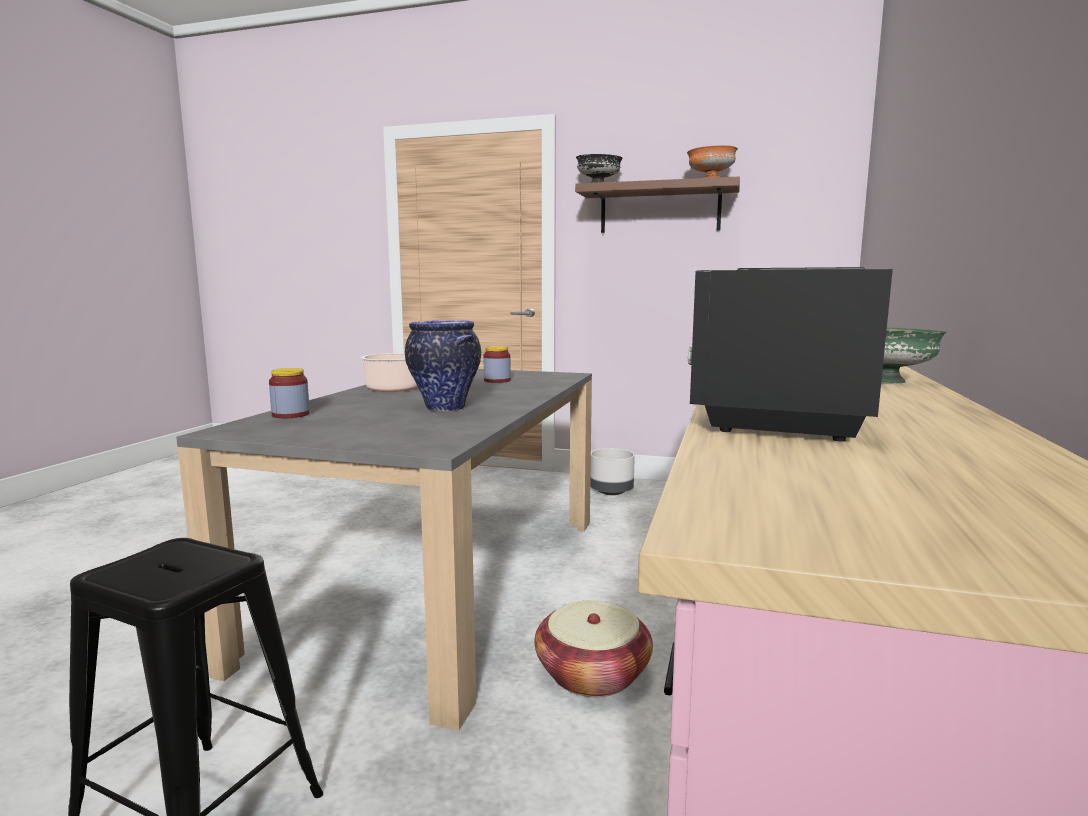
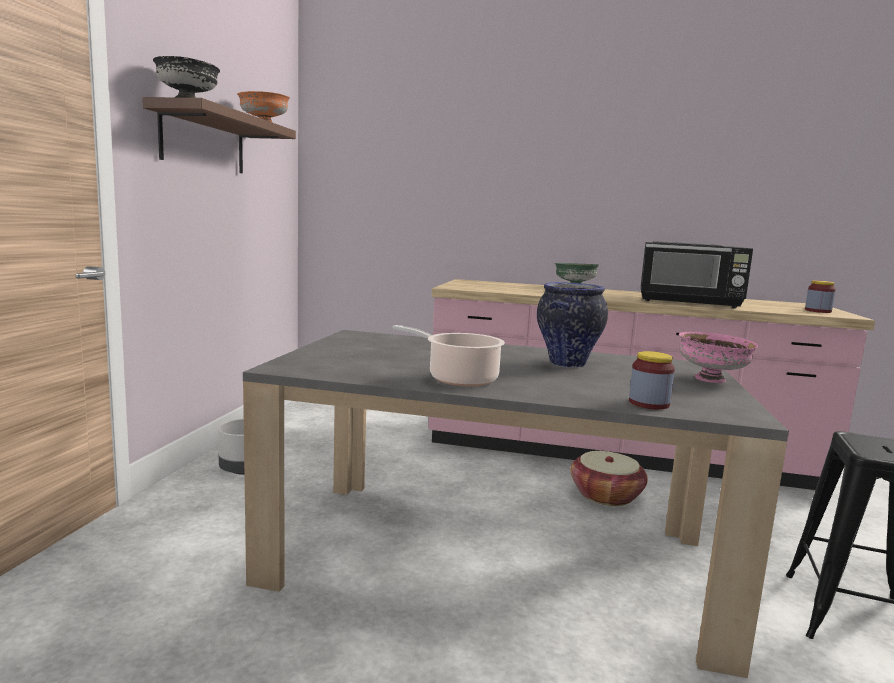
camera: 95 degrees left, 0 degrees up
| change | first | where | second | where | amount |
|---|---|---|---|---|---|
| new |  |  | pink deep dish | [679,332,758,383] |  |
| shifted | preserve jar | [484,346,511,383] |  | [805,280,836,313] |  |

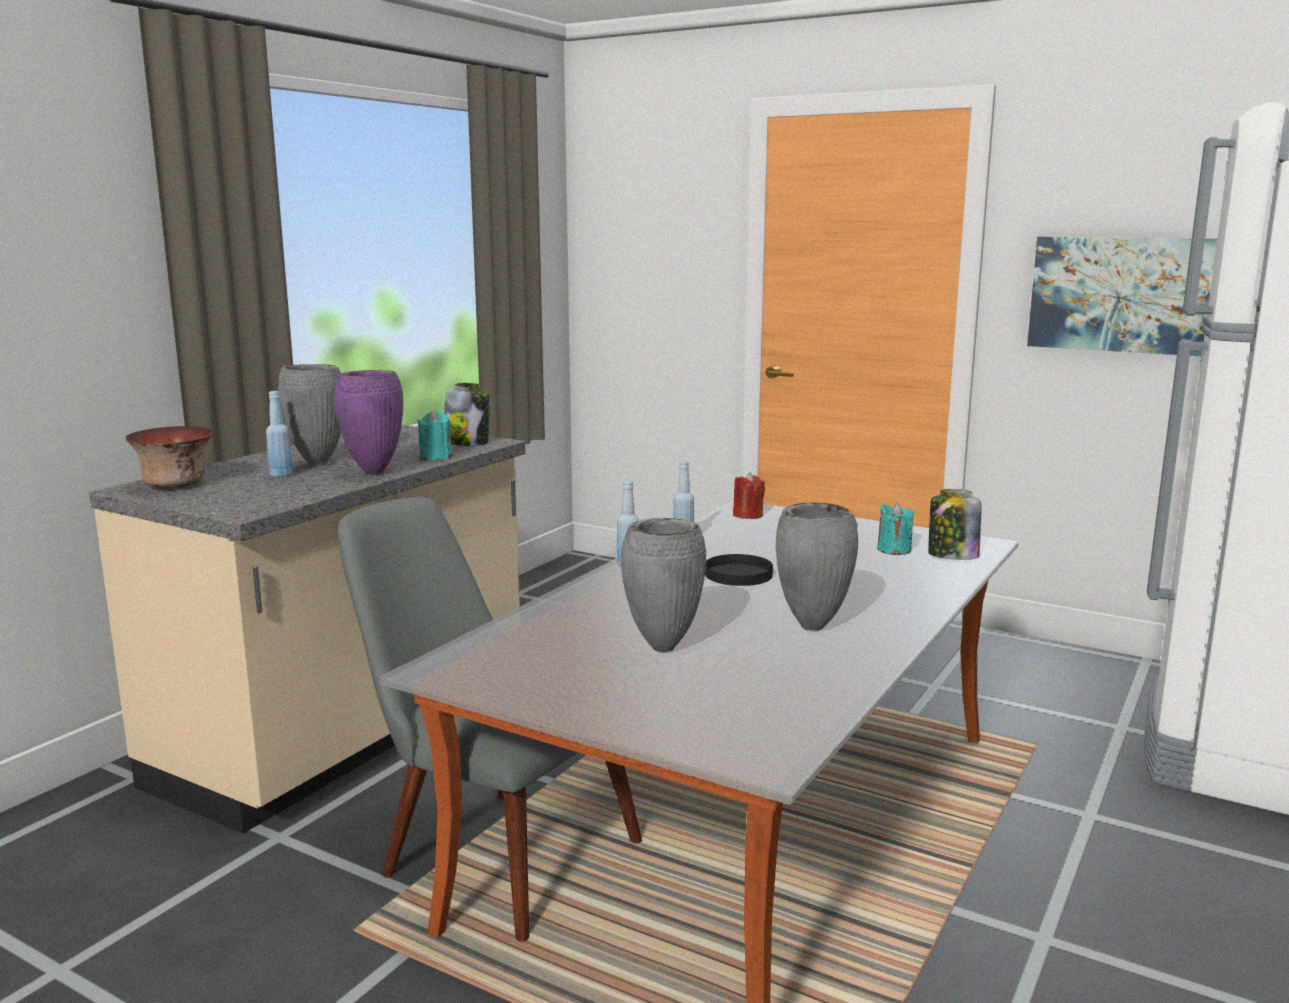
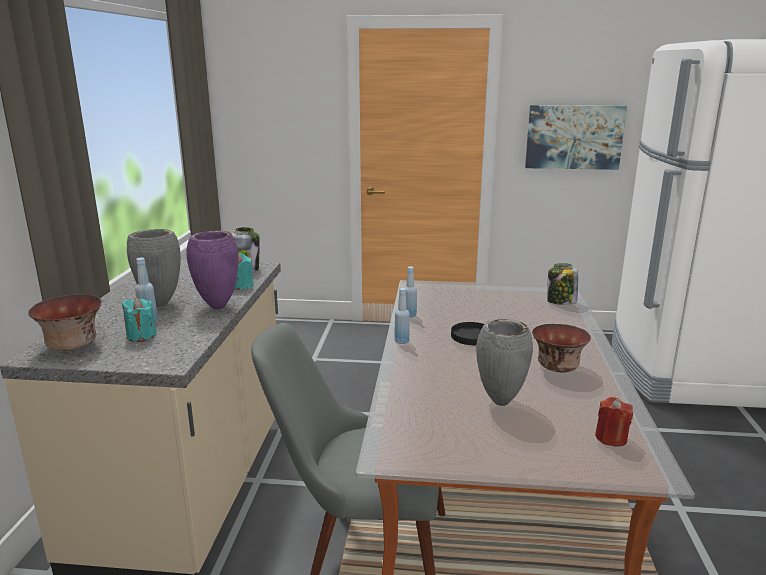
camera: 25 degrees left, 5 degrees up
| change | first | where | second | where | amount |
|---|---|---|---|---|---|
| shifted | blue-green wax light | [877,503,913,555] |  | [122,298,157,342] |  |
| swapped | grey decorative vase | [776,503,858,631] | deep dish | [532,324,591,372] |  |
| shifted | red-coloured wax light | [733,473,765,519] |  | [595,397,633,447] |  |

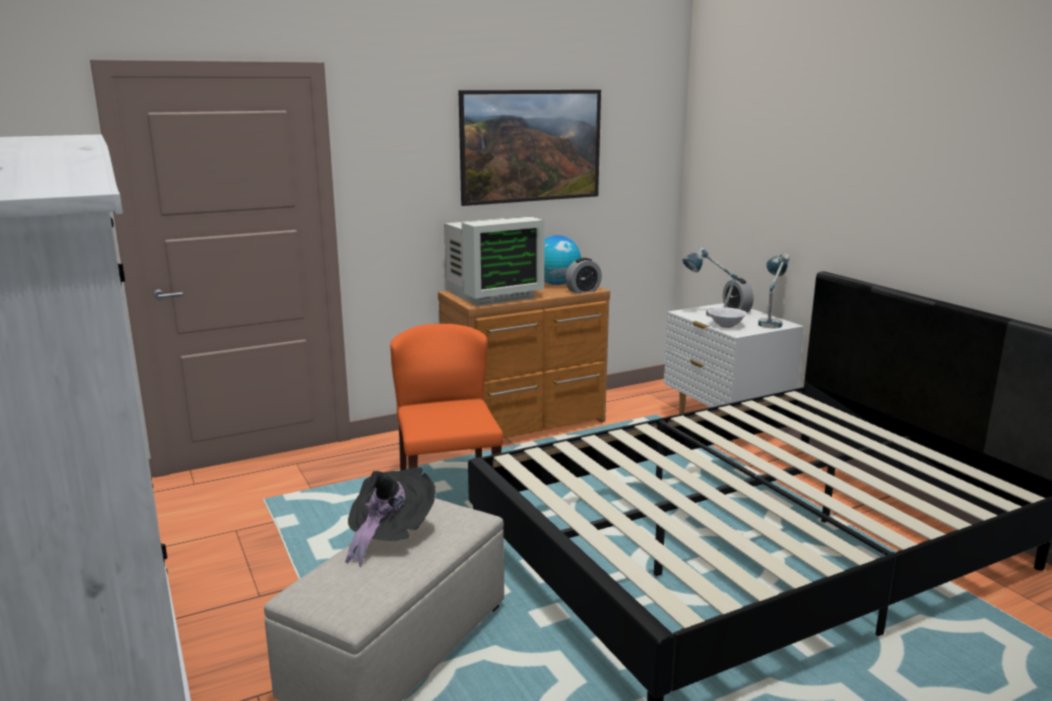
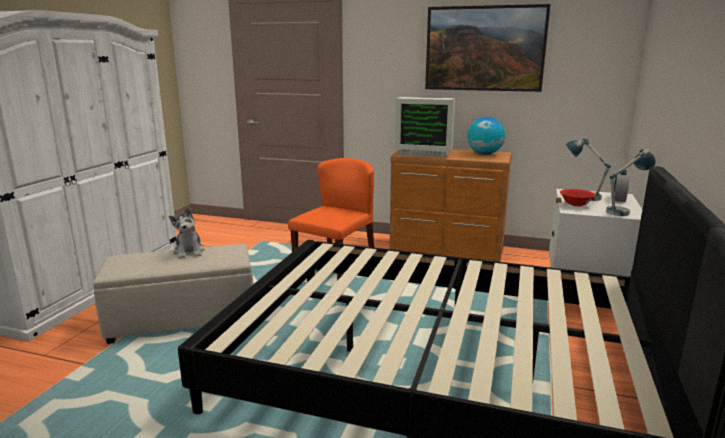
camera: 45 degrees right, 0 degrees up
| change | first | where | second | where | amount |
|---|---|---|---|---|---|
| swapped | blackish wearable hat | [345,467,436,567] | cuddly toy | [169,208,205,259] |  |
| repainted | white-coloured deep dish | [708,307,747,328] | red-coloured deep dish | [560,189,596,207] |  |
| gone | bedside clock | [565,258,602,294] |  |  |  |

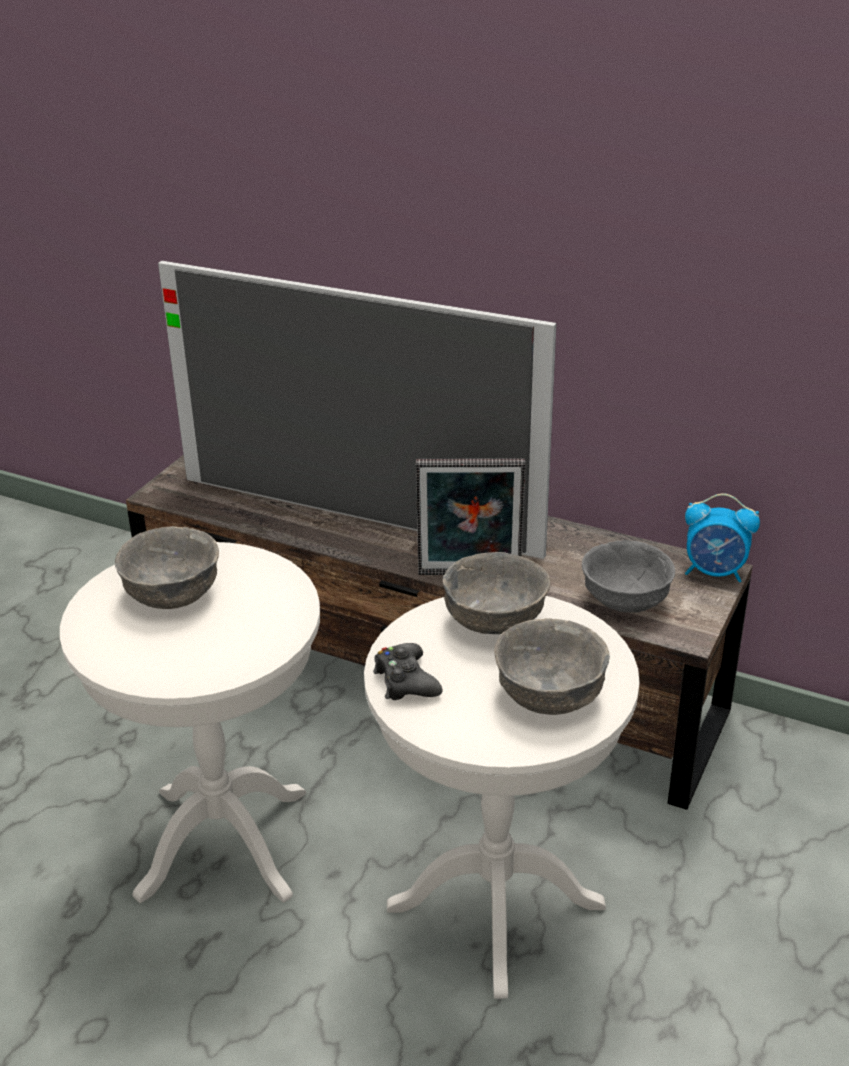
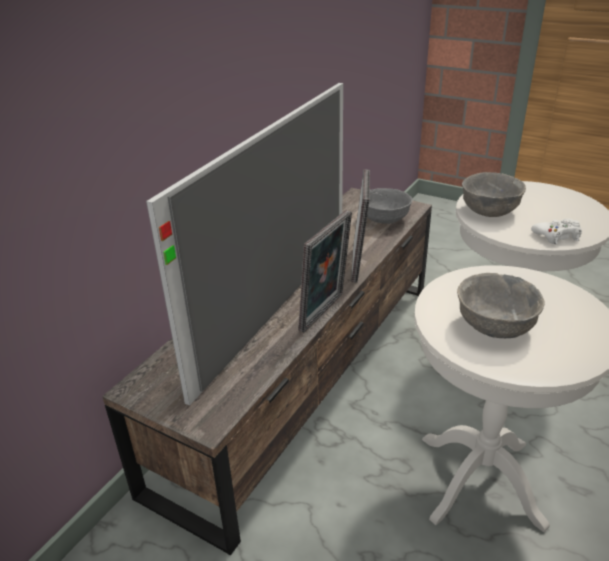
camera: 85 degrees left, 0 degrees up
| change | first | where | second | where | amount |
|---|---|---|---|---|---|
| new |  |  | standing frame | [298,210,352,332] |  |
| repainted | blackish game controller | [373,643,443,700] | white-coloured game controller | [531,219,582,245] |  |
| gone | grey deep dish | [494,618,610,715] |  |  |  |
| gone | bedside clock | [685,494,760,582] |  |  |  |

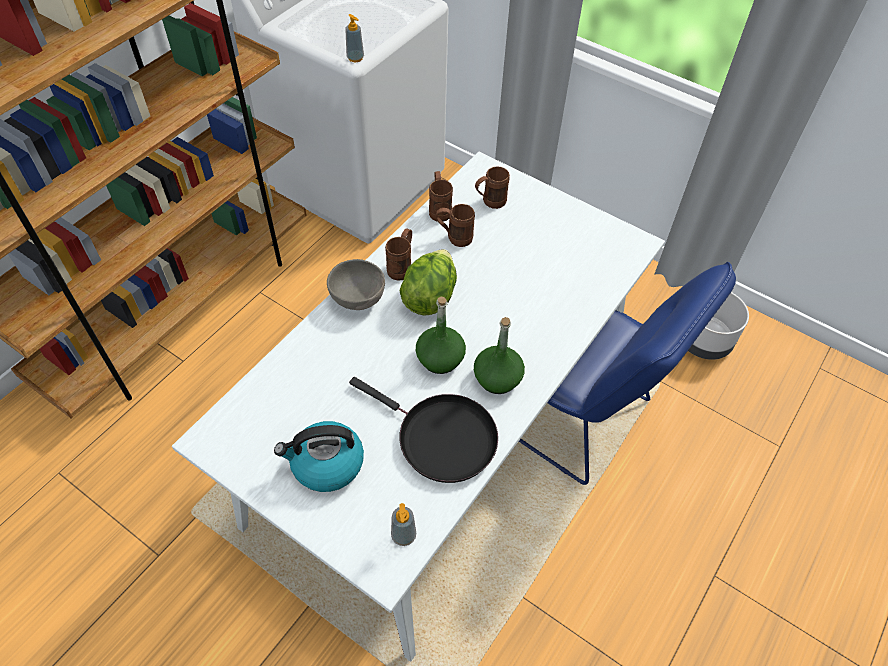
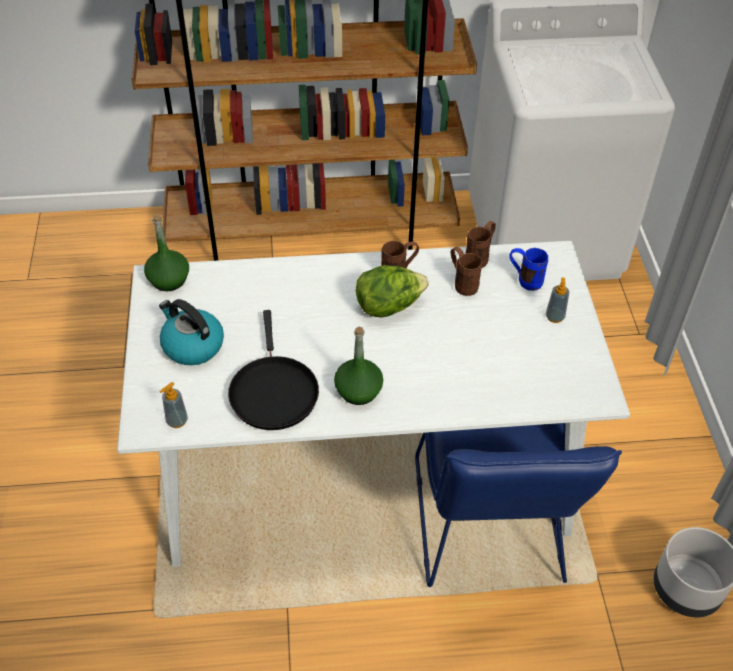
camera: 50 degrees right, 5 degrees down
| change | first | where | second | where | amount |
|---|---|---|---|---|---|
| shifted | green bottle | [416,297,466,374] |  | [144,214,189,291] |  |
| repainted | brown tea mug | [475,166,510,209] | blue-coloured tea mug | [509,248,548,291] |  |
| shifted | liquid soap bottle | [345,14,364,62] |  | [546,277,569,323] |  |
| gone | grey deep dish | [327,259,385,310] |  |  |  |

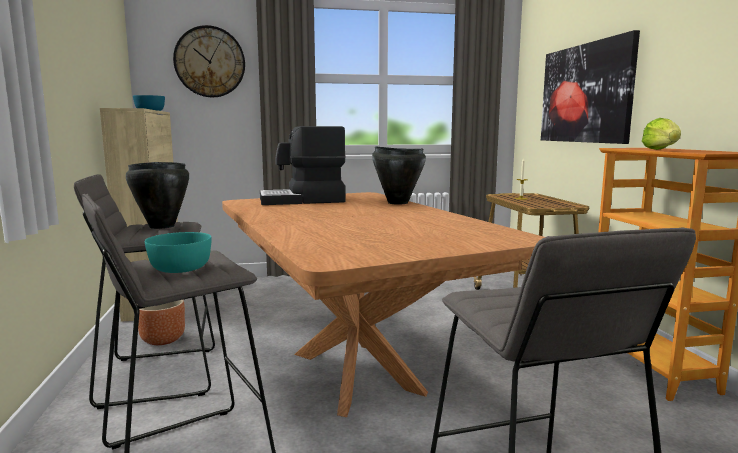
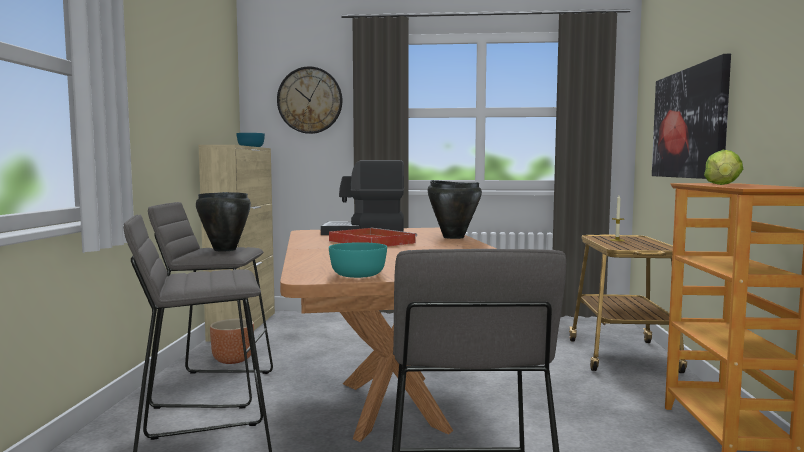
camera: 15 degrees right, 5 degrees down
| change | first | where | second | where | amount |
|---|---|---|---|---|---|
| new |  |  | red-coloured carrying tray | [329,228,417,247] |  |
| shifted | blue-green deep dish | [145,232,212,273] |  | [329,242,387,278] |  |

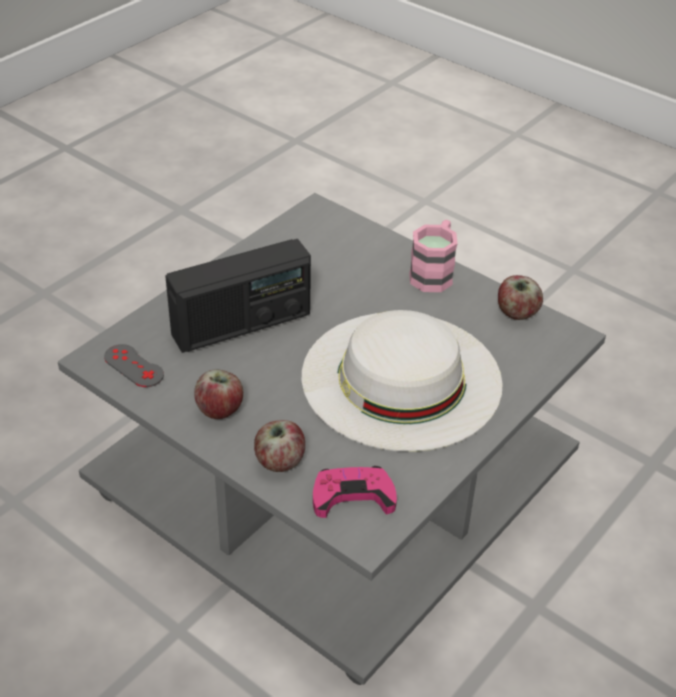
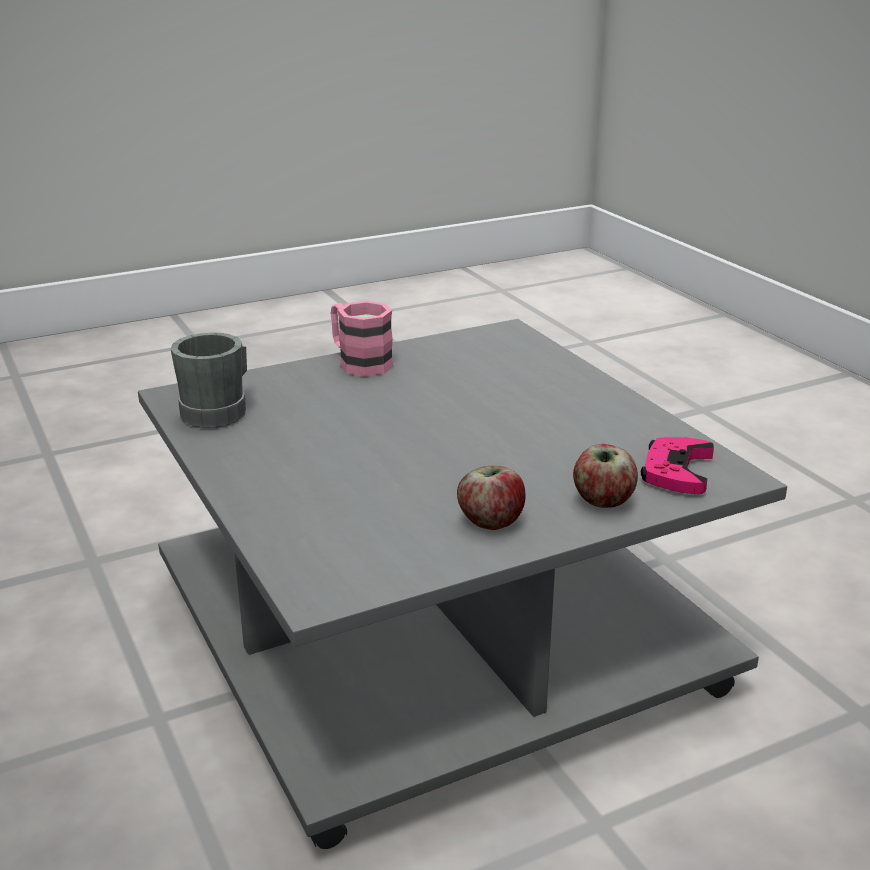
camera: 65 degrees left, 15 degrees down
| change | first | where | second | where | amount |
|---|---|---|---|---|---|
| new |  |  | grey tea mug | [171,332,247,428] |  |
| gone | grey game controller | [104,344,164,387] |  |  |  |
| gone | radio set | [165,239,311,353] |  |  |  |
| gone | white-coloured wearable hat | [301,310,503,452] |  |  |  |
| gone | apple fruit | [498,275,543,320] |  |  |  |

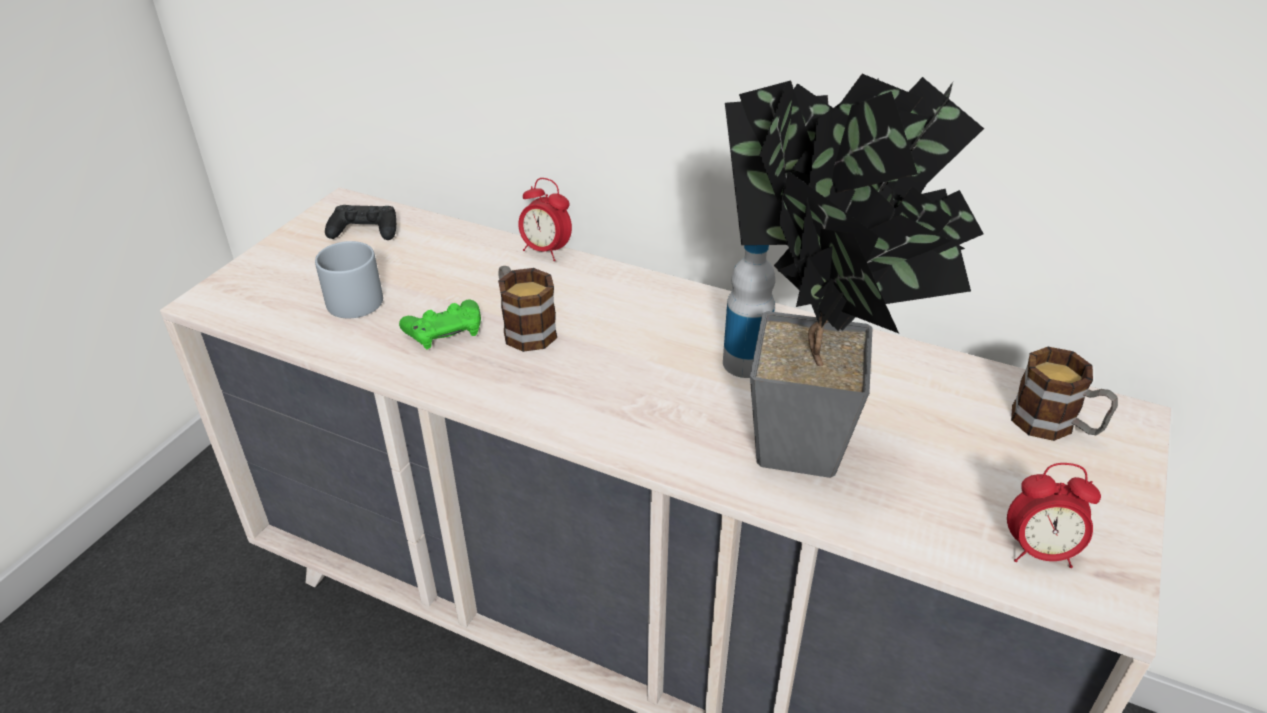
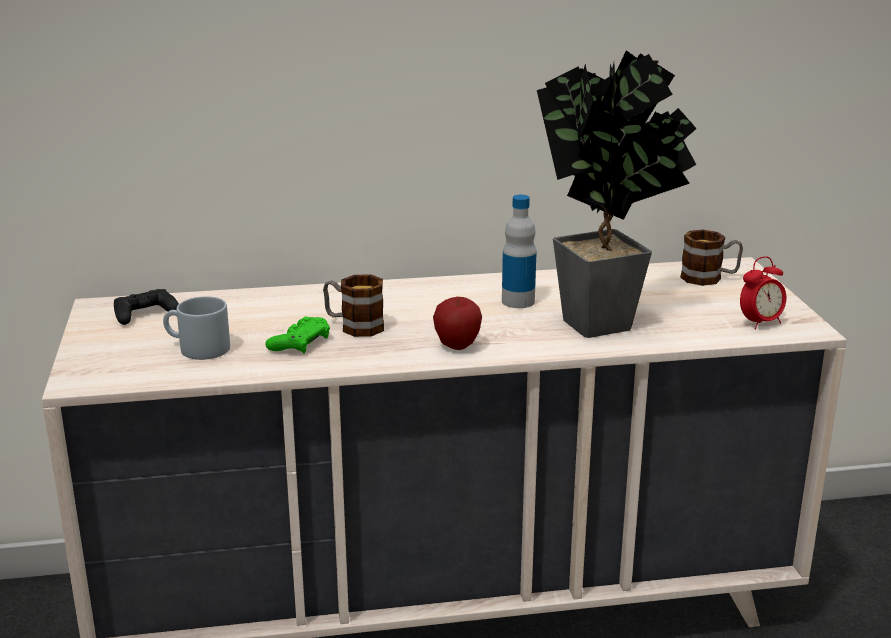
camera: 35 degrees left, 15 degrees down
| change | first | where | second | where | amount |
|---|---|---|---|---|---|
| new |  |  | apple fruit | [433,297,482,350] |  |
| gone | bedside clock | [518,178,572,261] |  |  |  |

